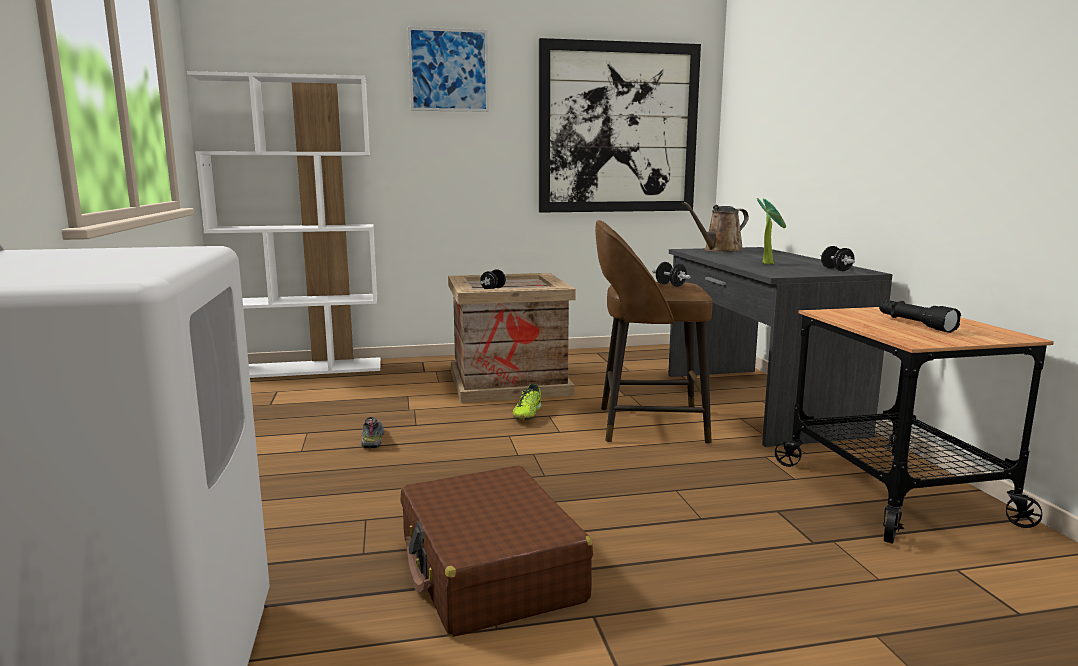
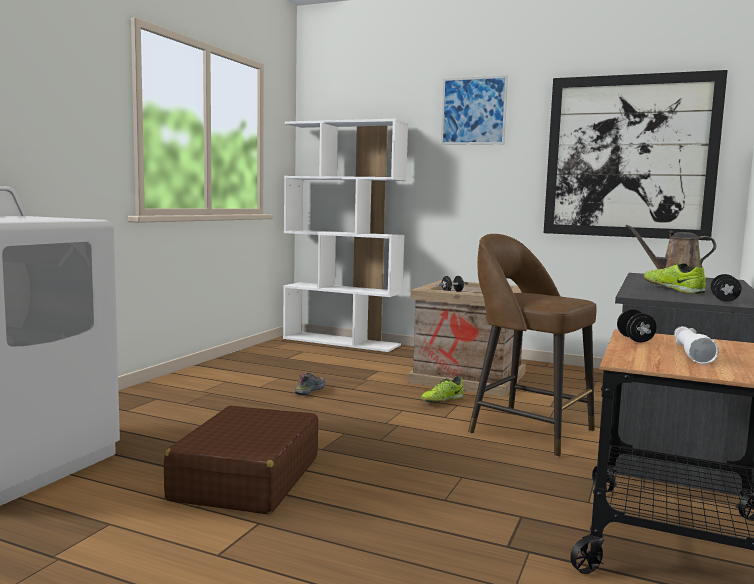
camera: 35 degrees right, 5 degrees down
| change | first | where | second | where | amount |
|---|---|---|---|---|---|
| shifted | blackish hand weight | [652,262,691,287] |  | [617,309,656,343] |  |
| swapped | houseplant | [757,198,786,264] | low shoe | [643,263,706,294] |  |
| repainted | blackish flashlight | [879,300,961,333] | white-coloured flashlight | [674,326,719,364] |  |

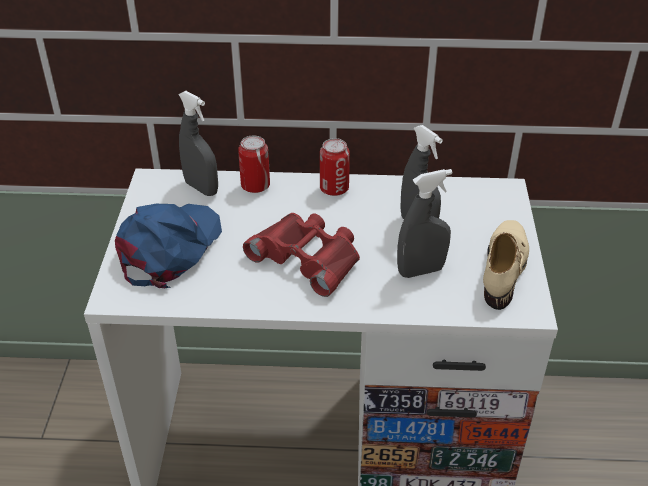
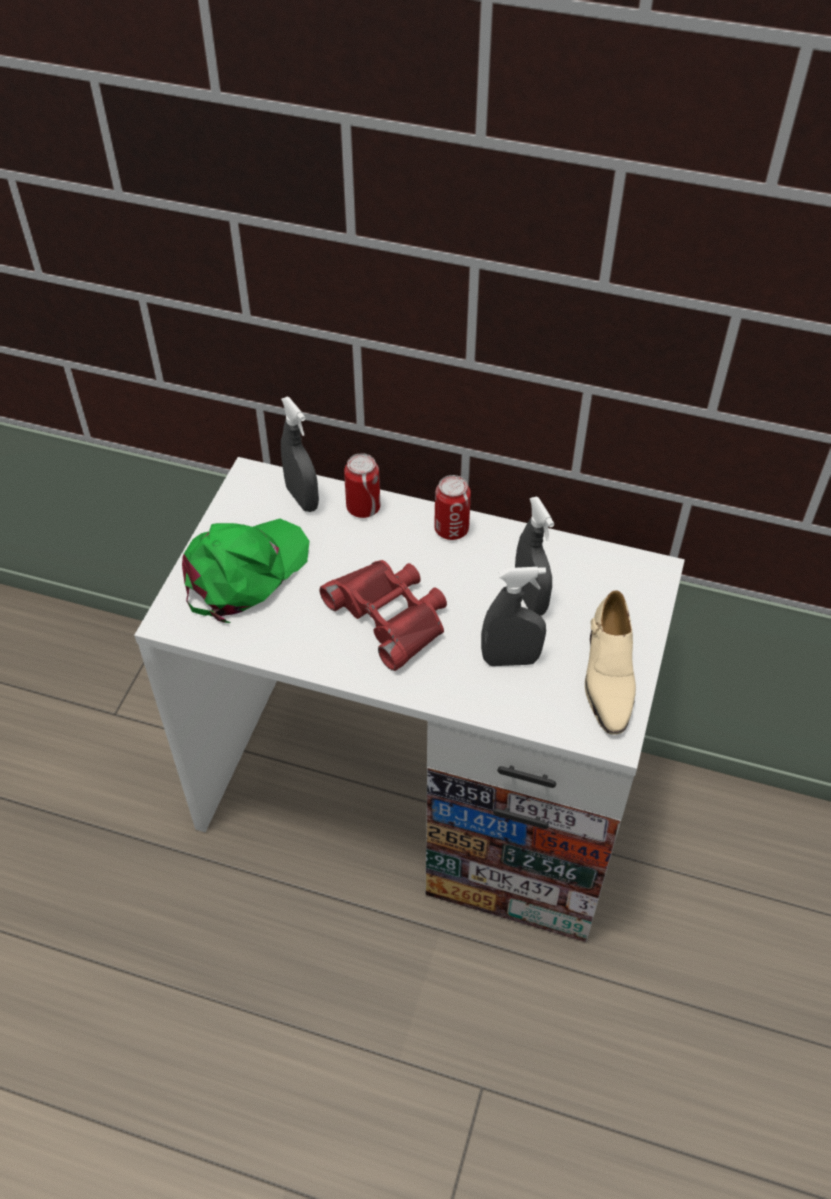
camera: 15 degrees right, 10 degrees up
| change | first | where | second | where | amount |
|---|---|---|---|---|---|
| repainted | blue-coloured baseball cap | [115,204,222,288] | green baseball cap | [182,519,310,623] |  |
| rotated | beige low shoe | [483,220,529,310] |  | [585,590,636,735] | 150 degrees clockwise |

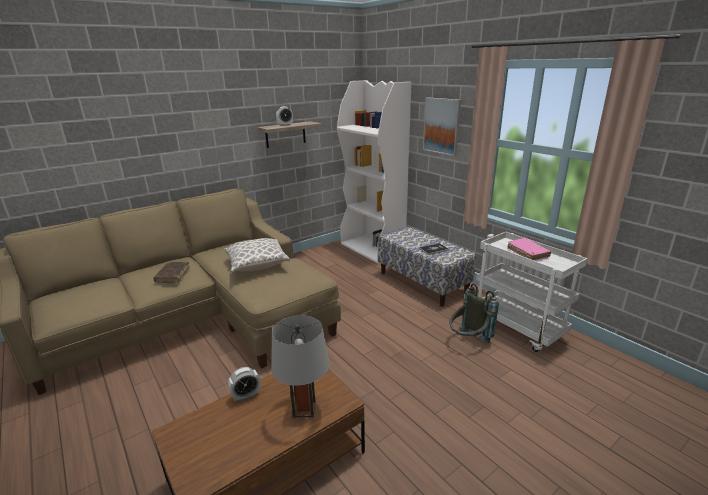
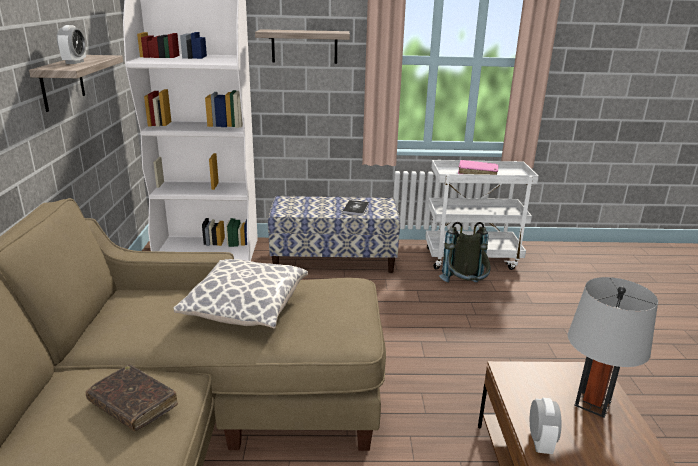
camera: 55 degrees left, 0 degrees up
| change | first | where | second | where | amount |
|---|---|---|---|---|---|
| swapped | wall picture | [423,97,461,156] | bracket shelf | [255,29,350,64] |  |

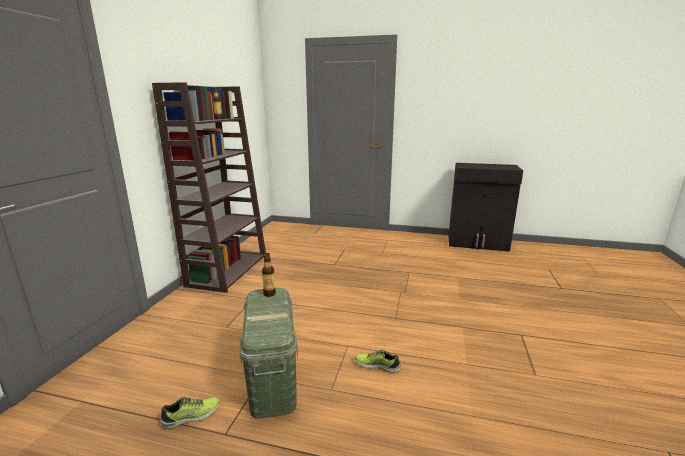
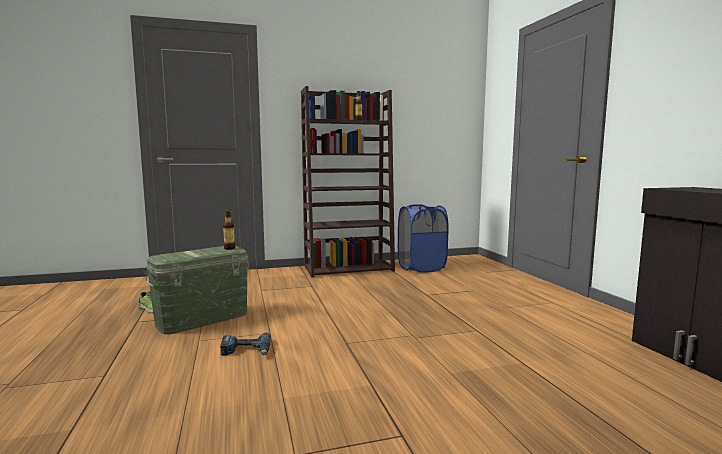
camera: 60 degrees right, 10 degrees down
| change | first | where | second | where | amount |
|---|---|---|---|---|---|
| swapped | low shoe | [355,350,401,373] | drill | [220,333,271,356] |  |
| new |  |  | blue-coloured hamper | [398,204,449,273] |  |

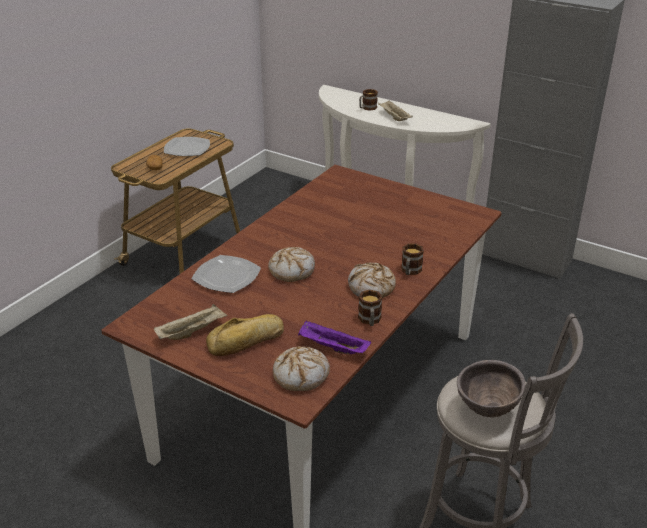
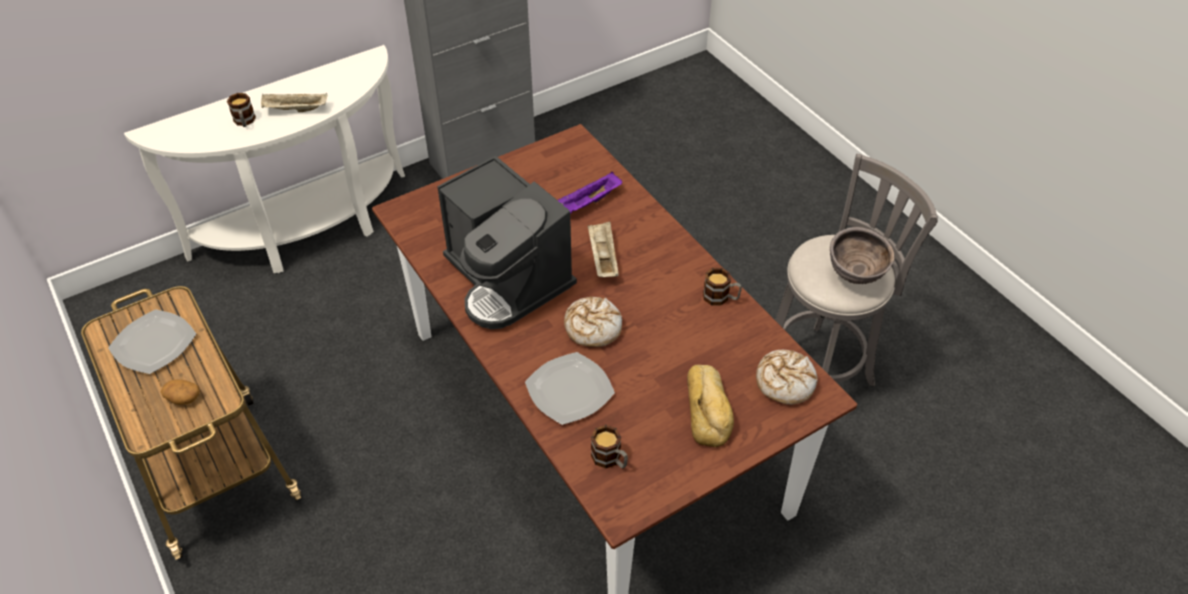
camera: 65 degrees left, 15 degrees up
| change | first | where | second | where | amount |
|---|---|---|---|---|---|
| new |  |  | coffee brewer | [437,156,577,329] |  |
| shifted | purplish carrying tray | [298,320,371,354] |  | [558,172,622,213] |  |
| shifted | beige carrying tray | [154,304,227,340] |  | [588,222,619,277] |  |
| shifted | tea mug | [401,243,424,275] |  | [591,425,628,468] |  |
| gone | baked bread | [348,262,396,298] |  |  |  |

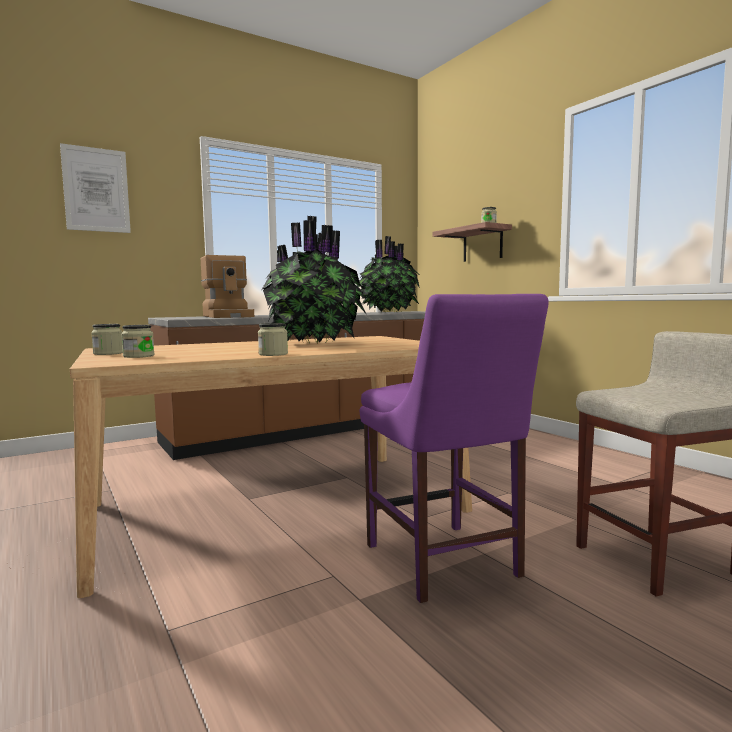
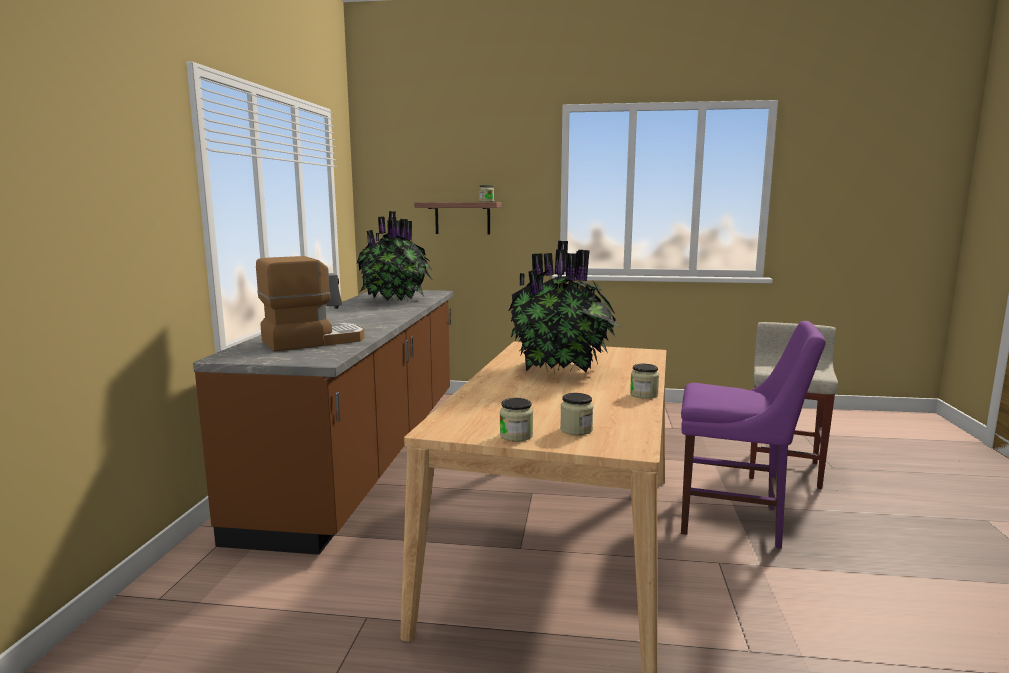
camera: 50 degrees left, 5 degrees up
| change | first | where | second | where | amount |
|---|---|---|---|---|---|
| rotated | coffee brewer | [201,255,254,318] |  | [256,256,365,351] | 45 degrees counterclockwise |
| gone | wall picture | [60,143,131,233] |  |  |  |

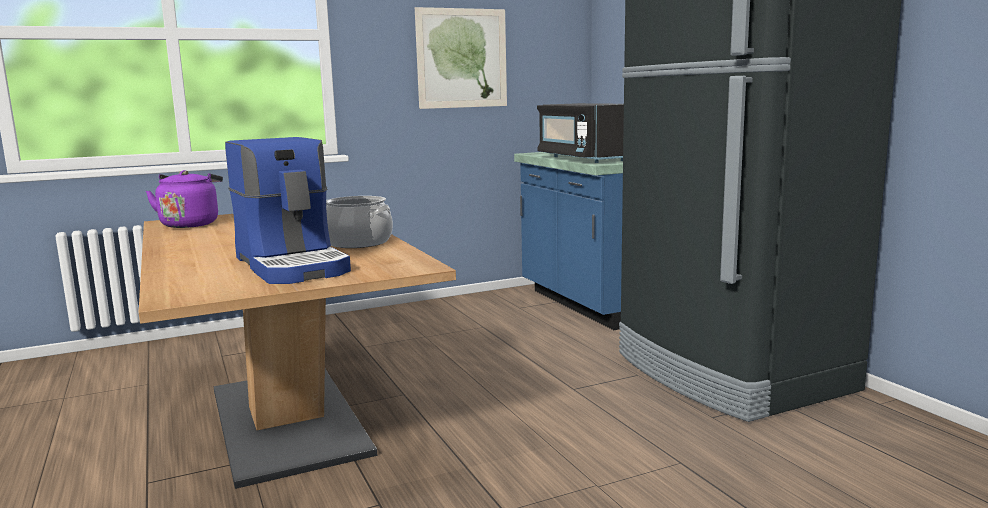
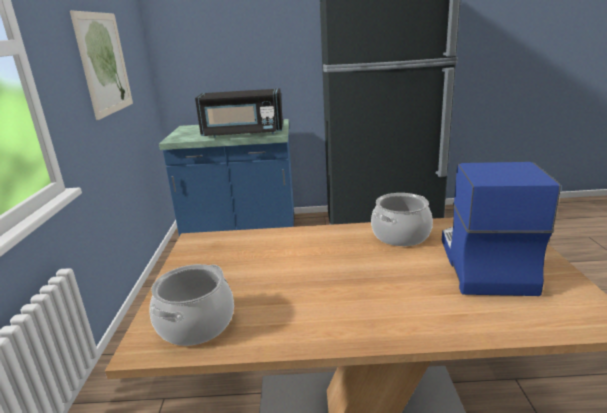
camera: 65 degrees left, 10 degrees up
| change | first | where | second | where | amount |
|---|---|---|---|---|---|
| swapped | purplish kettle | [145,170,223,228] | saucepot | [149,264,234,346] |  |
| rotated | coffee brewer | [225,137,351,284] |  | [442,162,561,296] | 75 degrees counterclockwise |

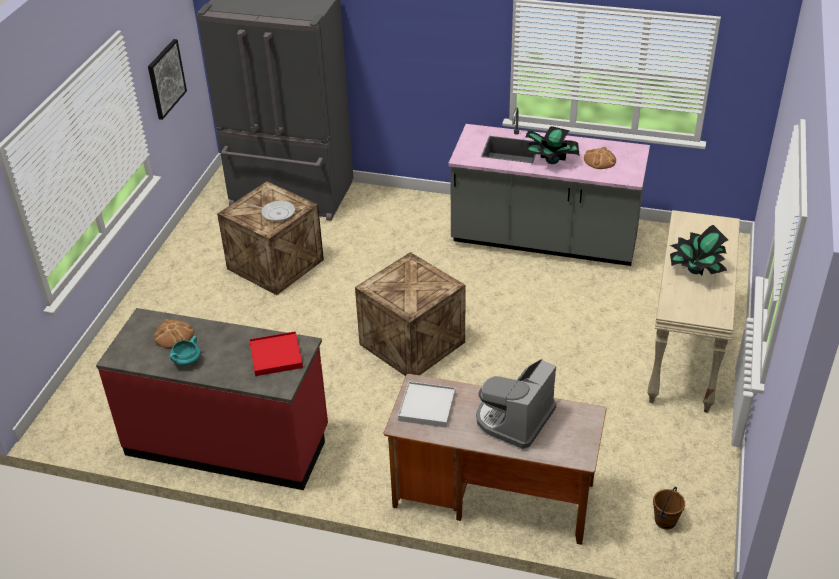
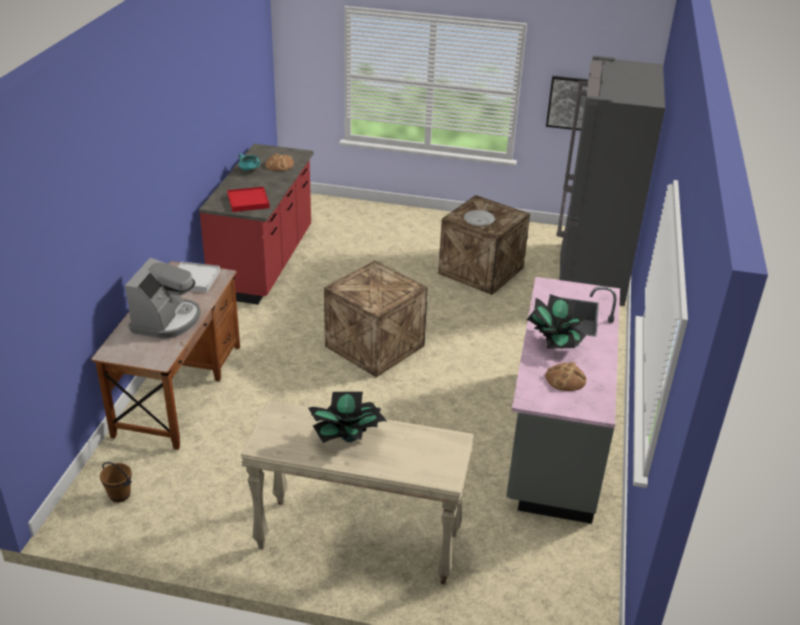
camera: 85 degrees right, 5 degrees down
| change | first | where | second | where | amount |
|---|---|---|---|---|---|
| rotated | coffee brewer | [476,359,556,449] |  | [125,258,201,339] | 75 degrees clockwise |

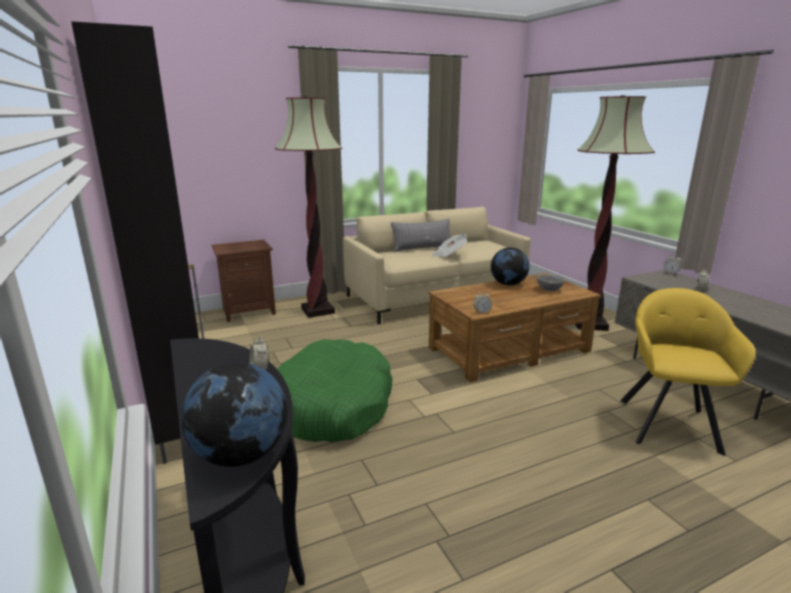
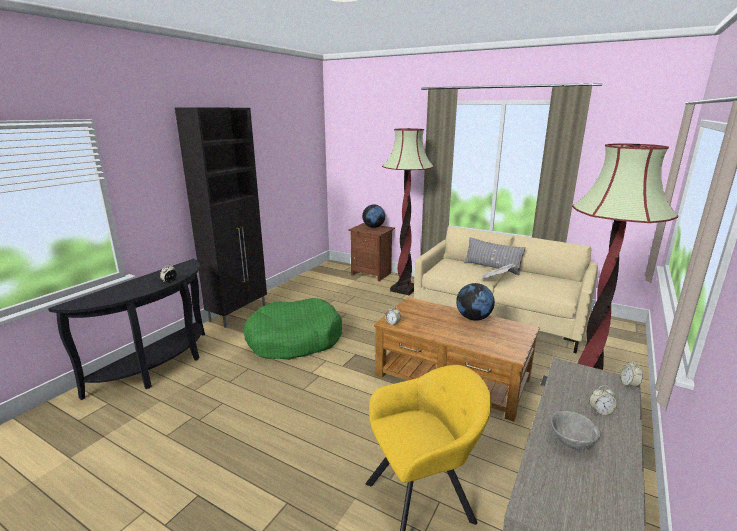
camera: 55 degrees right, 0 degrees up
| change | first | where | second | where | amount |
|---|---|---|---|---|---|
| shifted | world globe | [181,362,287,467] |  | [362,204,385,228] |  |
| shifted | grey deep dish | [536,274,565,291] |  | [551,411,601,449] |  |

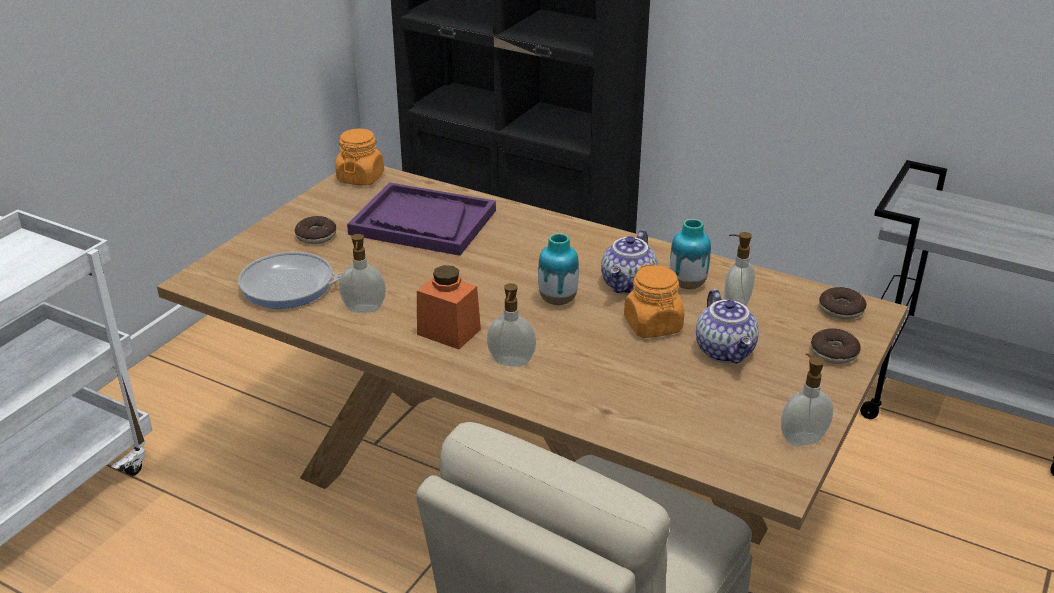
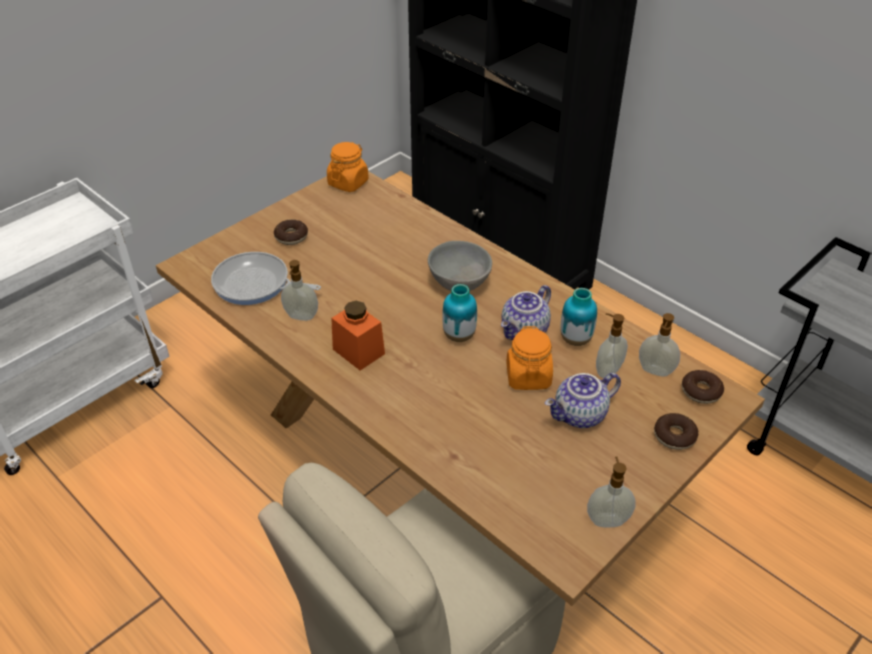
camera: 15 degrees right, 10 degrees up
| change | first | where | second | where | amount |
|---|---|---|---|---|---|
| new |  |  | grey deep dish | [428,241,492,291] |  |
| rotated | tea pot | [696,289,759,364] |  | [545,373,621,428] | 60 degrees clockwise |
| shifted | liquid soap bottle | [487,283,536,367] |  | [639,313,680,377] |  |
| gone | purplish carrying tray | [347,182,496,256] |  |  |  |

